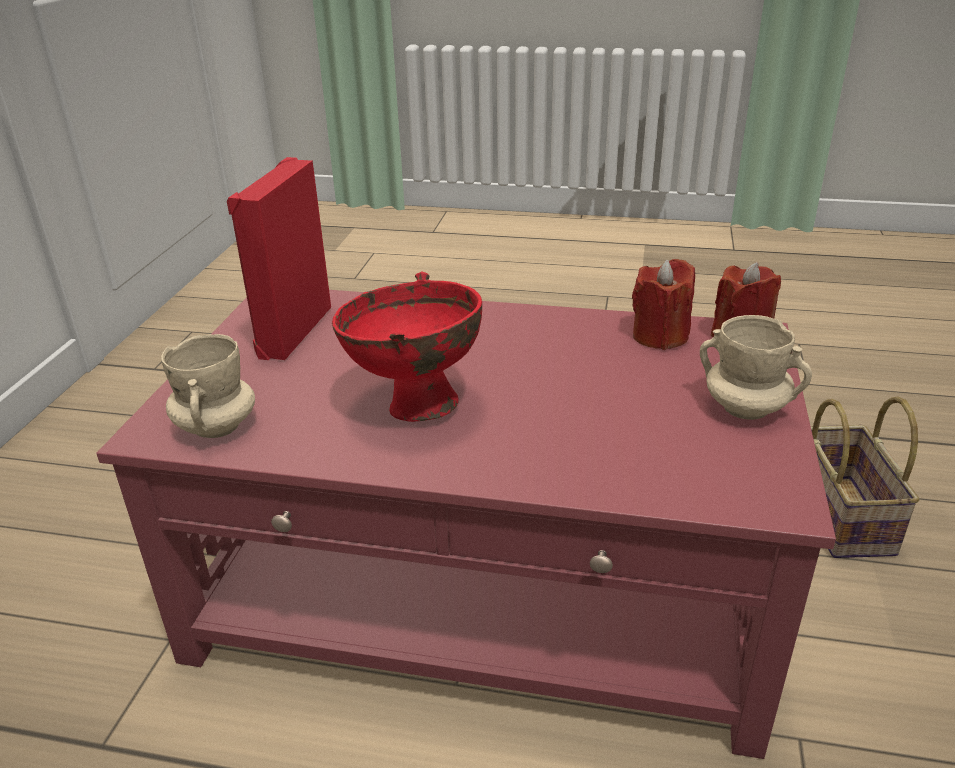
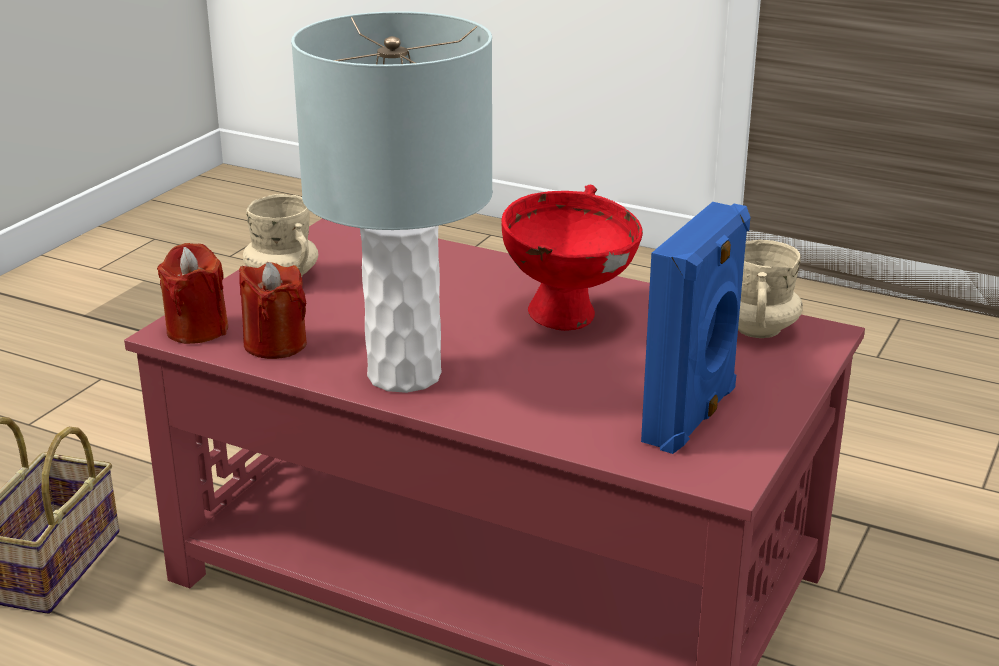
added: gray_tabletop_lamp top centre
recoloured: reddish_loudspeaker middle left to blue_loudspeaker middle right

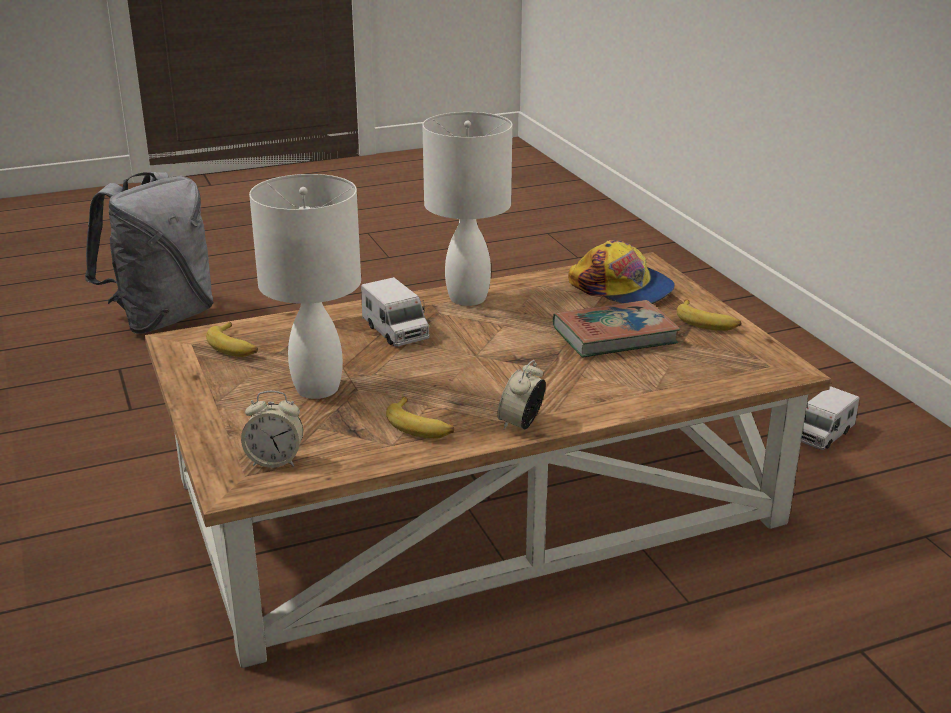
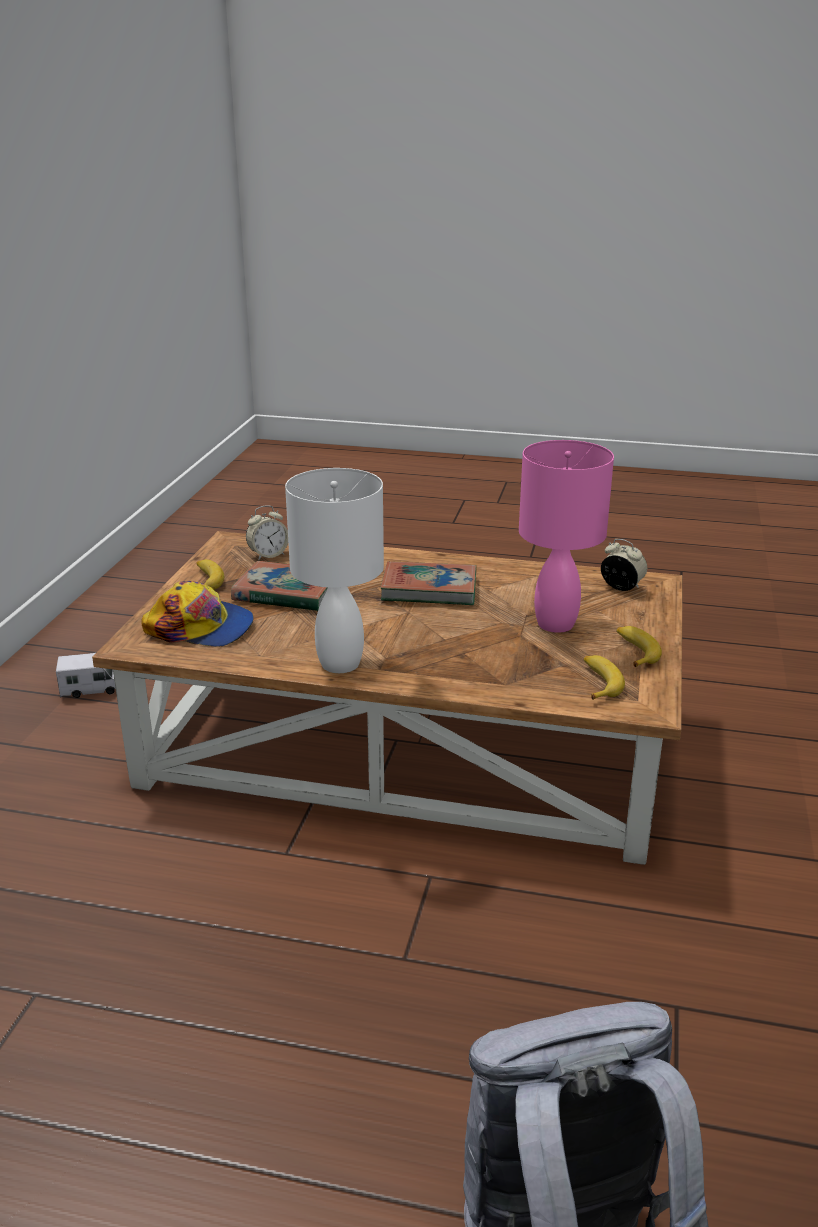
removed: toy_truck (1st from left) centre
added: book (2nd from left) centre
moved: banana_fruit (2nd from left in the first image) centre to banana_fruit (3rd from left) middle right; alarm_clock (2nd from left in the first image) centre to alarm_clock (1st from left) middle left
recoloured: white-coloured_tabletop_lamp (1st from left) middle left to pink-coloured_tabletop_lamp middle right
turned: baseball_cap centre = middle left 120 degrees clockwise

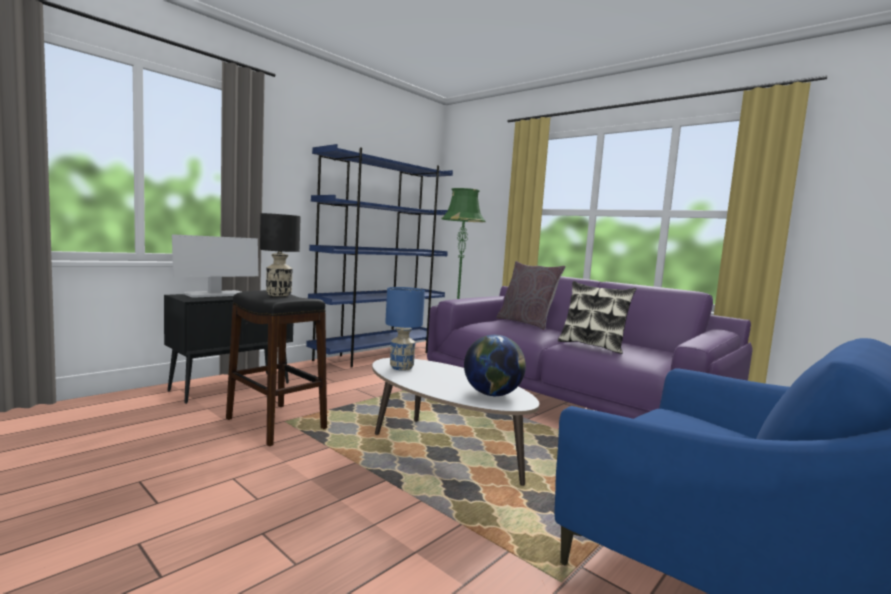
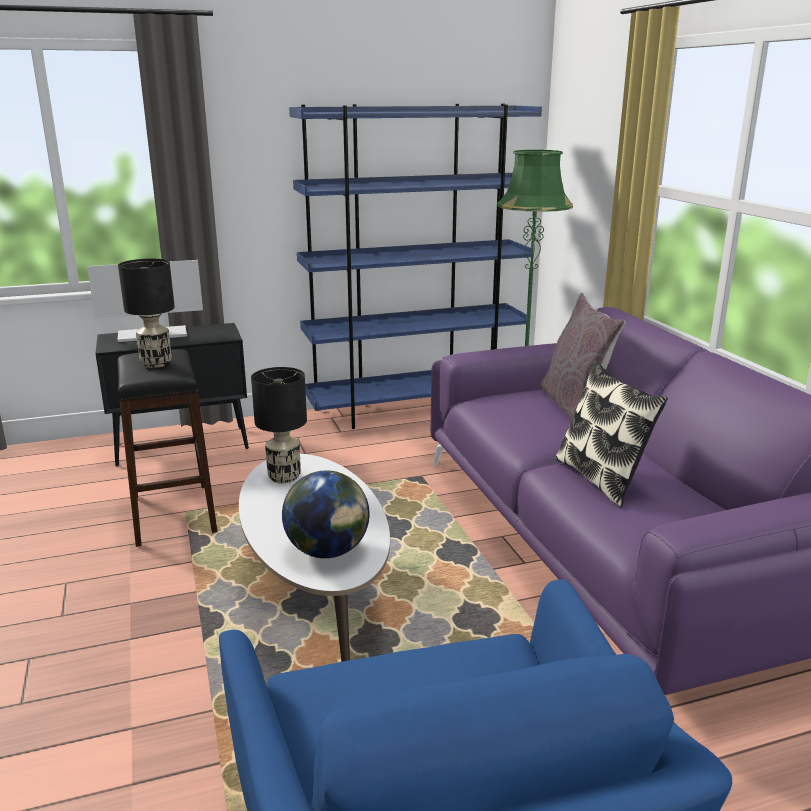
recoloured: blue_tabletop_lamp centre to black_tabletop_lamp (2nd from left) centre

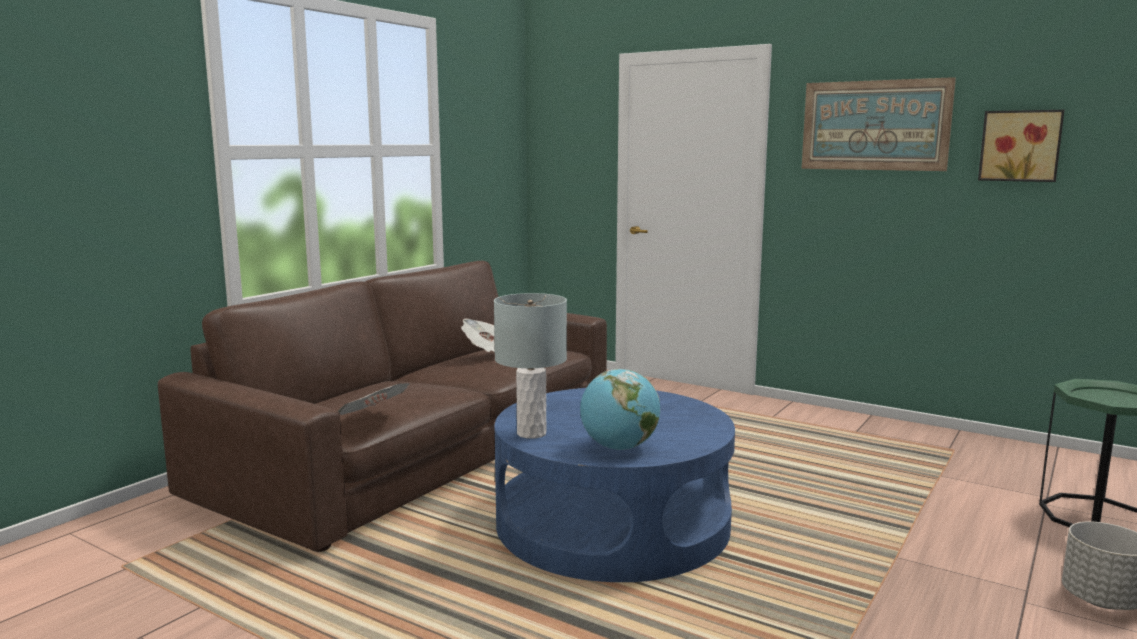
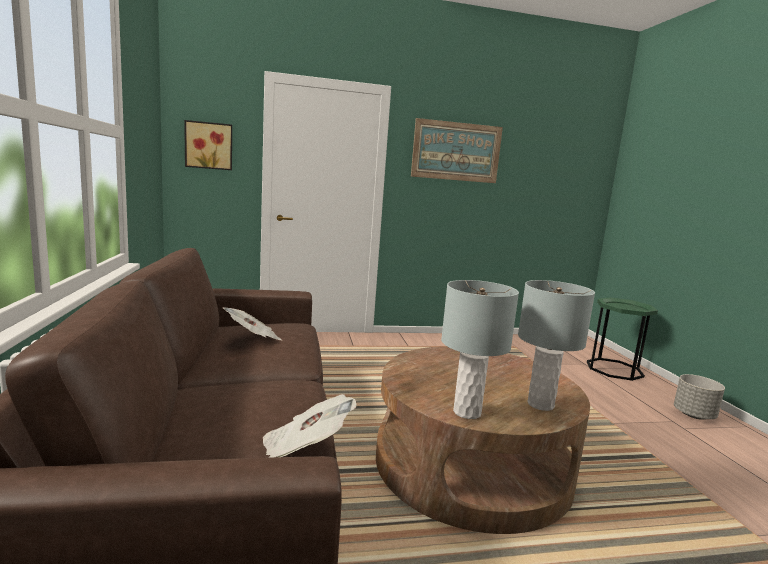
moved: wall_art (2nd from left in the first image) top right to wall_art (1st from left) top left
replaced: world_globe centre to gray_tabletop_lamp (2nd from left) middle right
recoloured: blue_coffee_table bottom centre to brown_coffee_table bottom centre

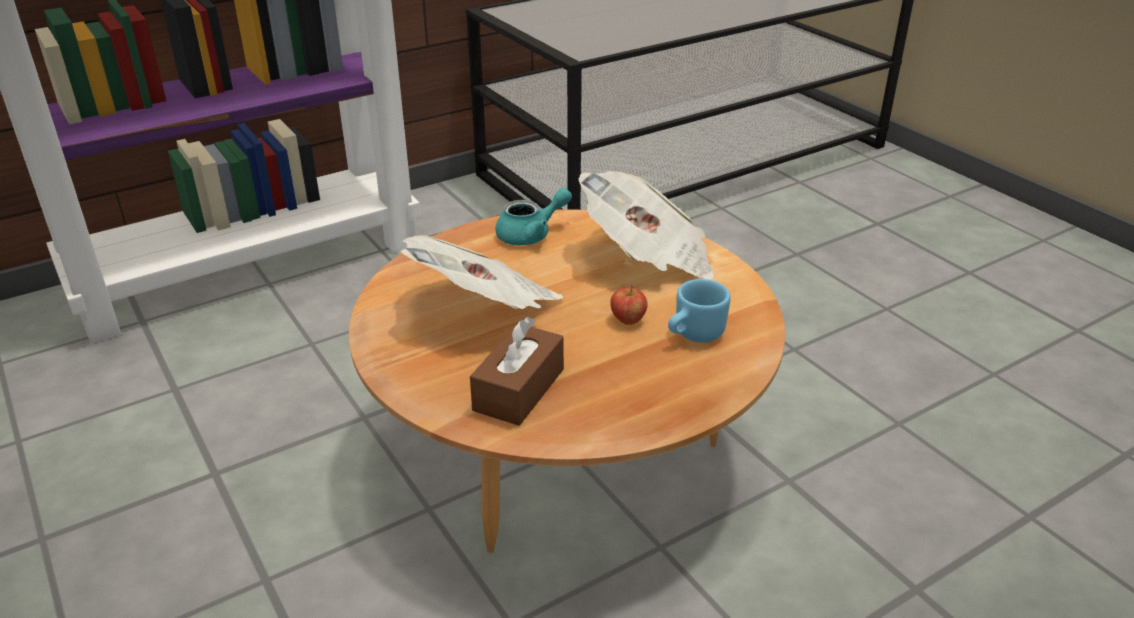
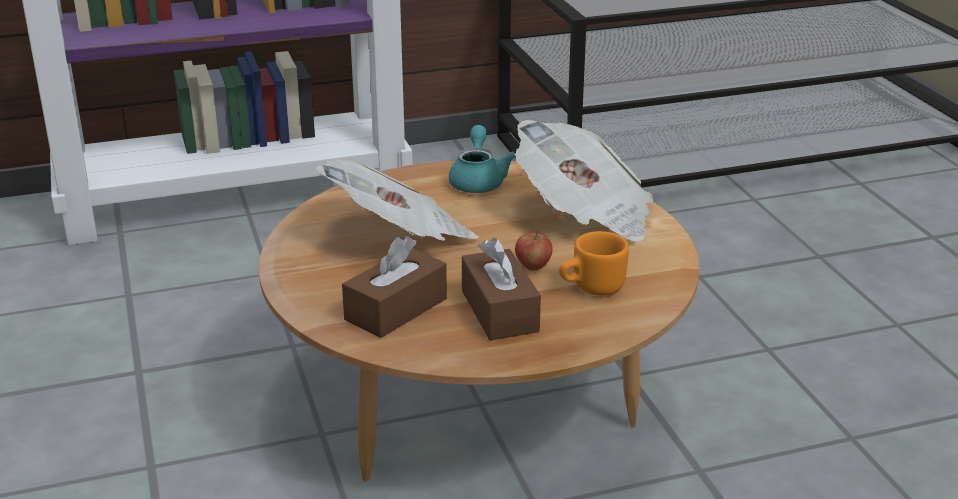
added: brown_box_of_tissues (2nd from left) centre
recoloured: blue_mug centre to orange_mug centre
turned: turquoise-coloured_tea_pot centre = top centre 75 degrees counterclockwise

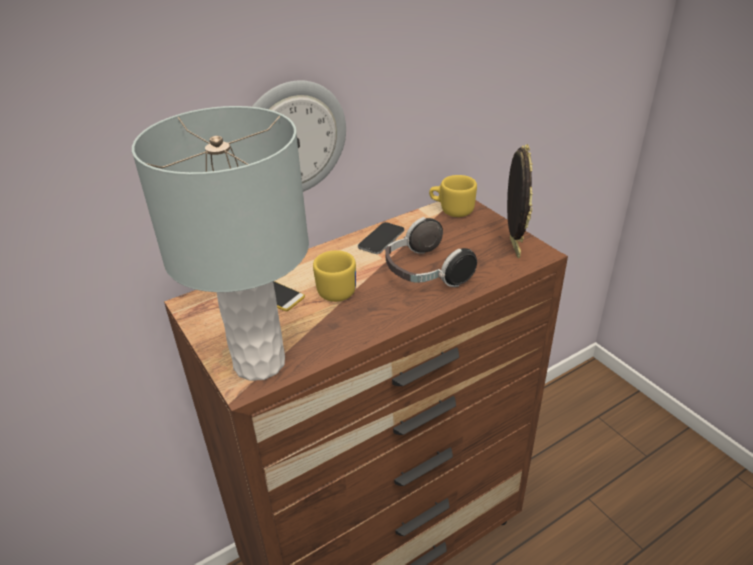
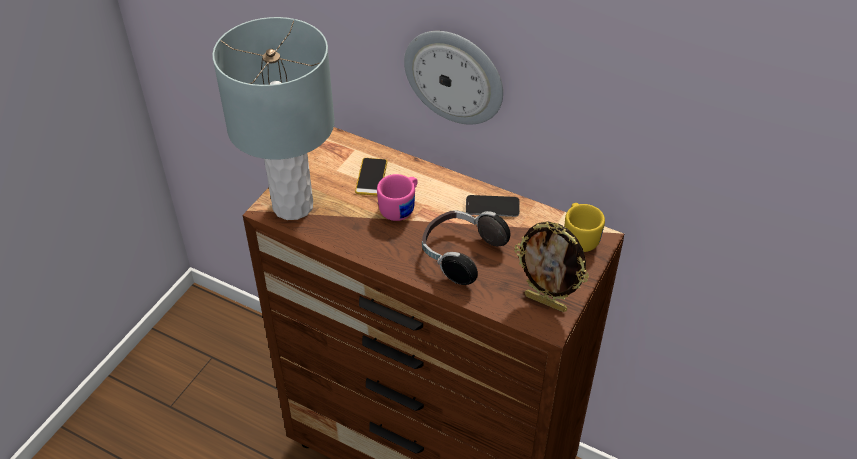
recoloured: yellow-coloured_mug (1st from left) centre to pink-coloured_mug centre
turned: standing_frame middle right = centre 60 degrees clockwise

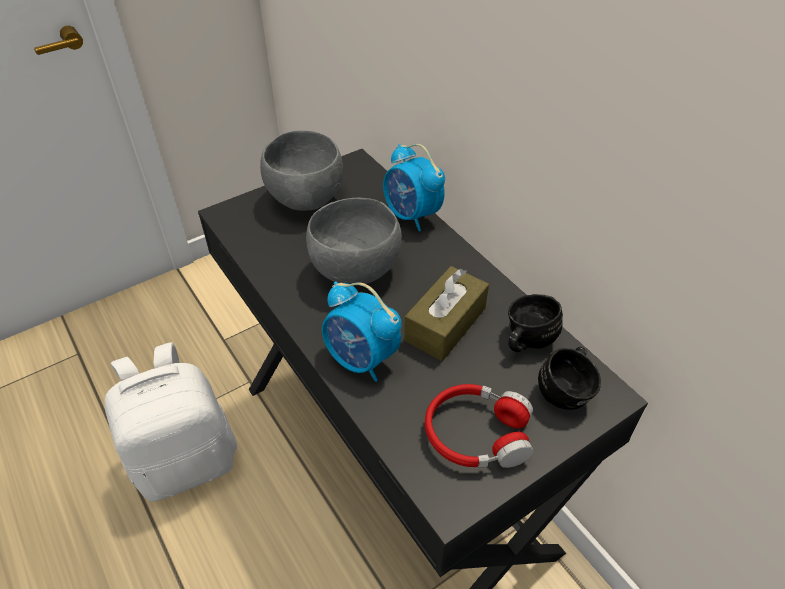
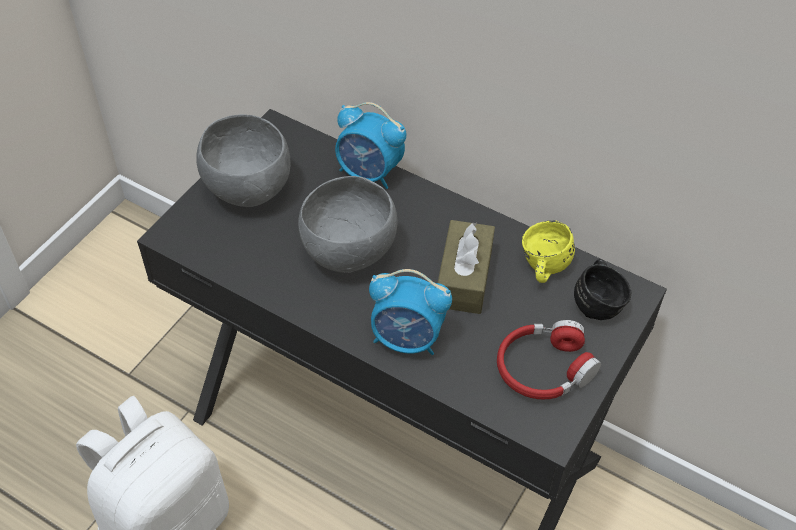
recoloured: black_mug (1st from left) middle right to yellow-coloured_mug middle right

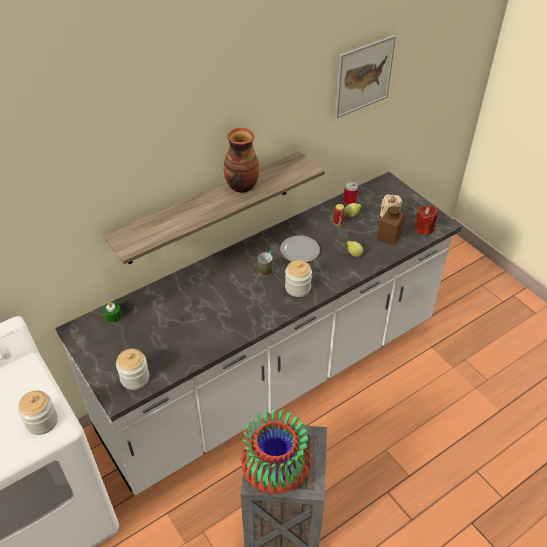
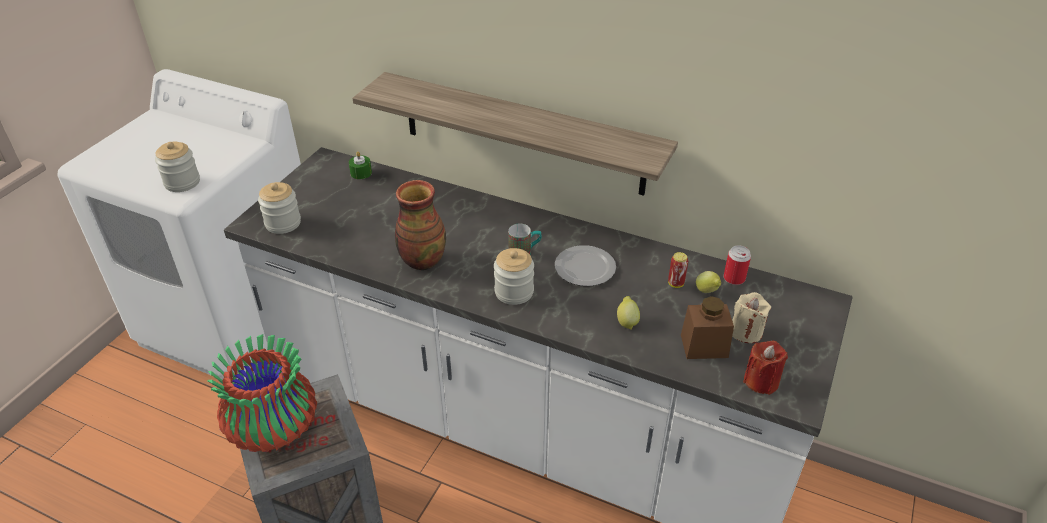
removed: wall_art top right
moved: vase (1st from left in the first image) top centre to vase (2nd from left) centre

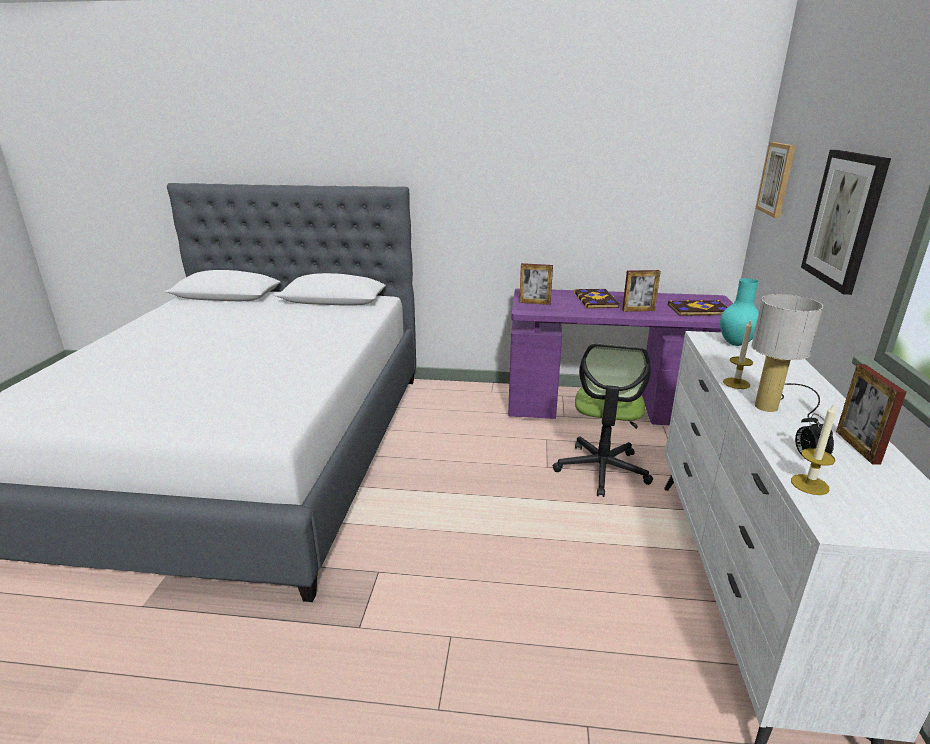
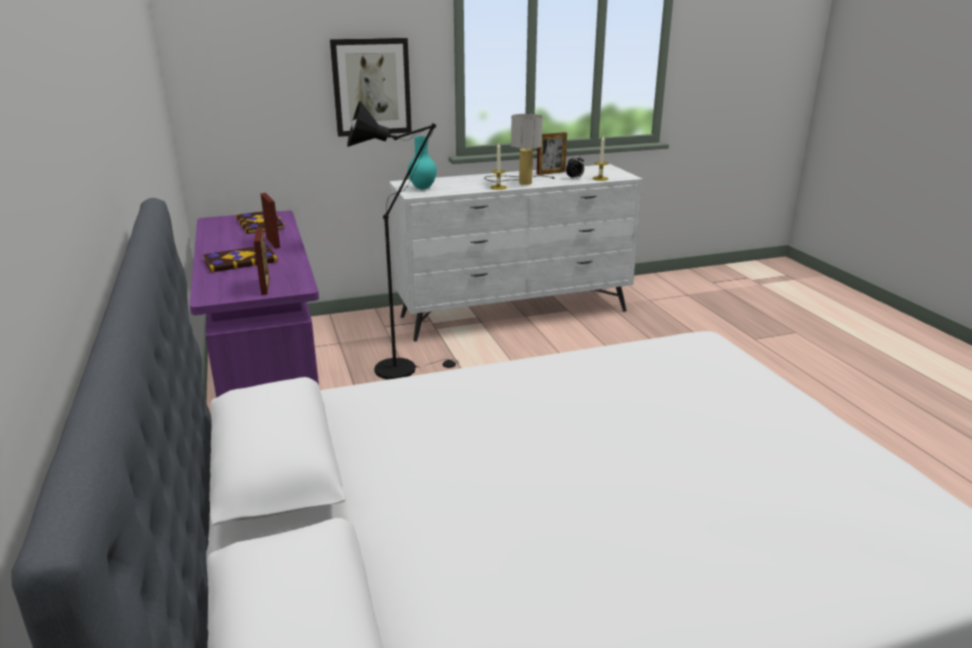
removed: wall_art (1st from left) top right
replaced: desk_chair centre to black_standard_lamp centre

